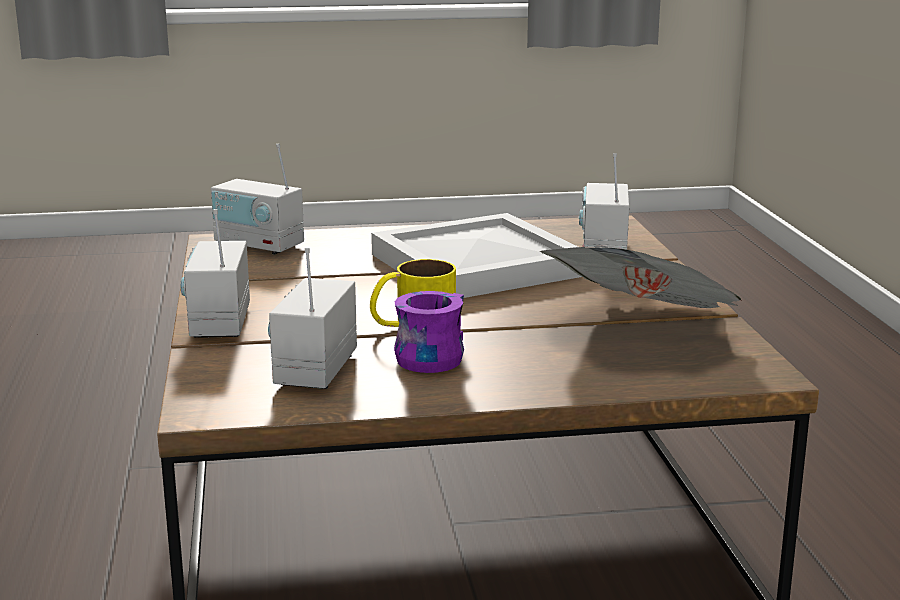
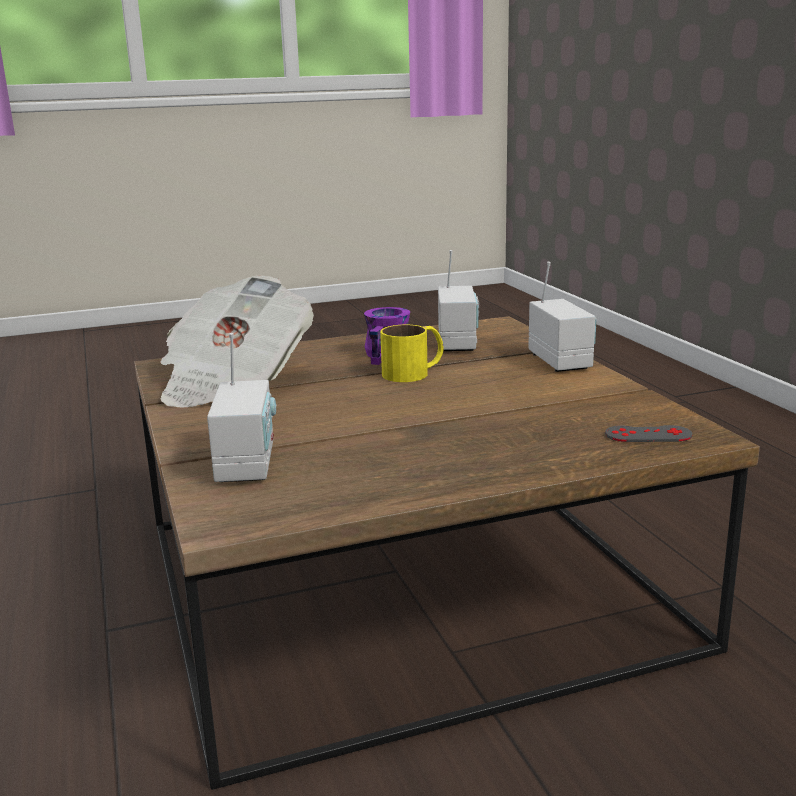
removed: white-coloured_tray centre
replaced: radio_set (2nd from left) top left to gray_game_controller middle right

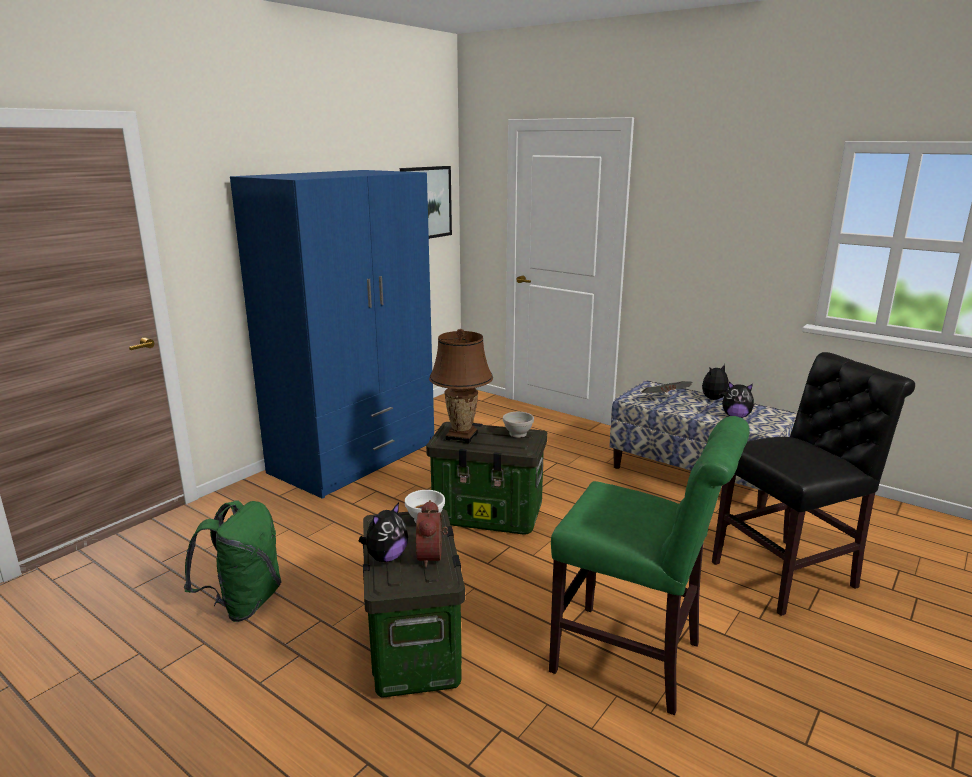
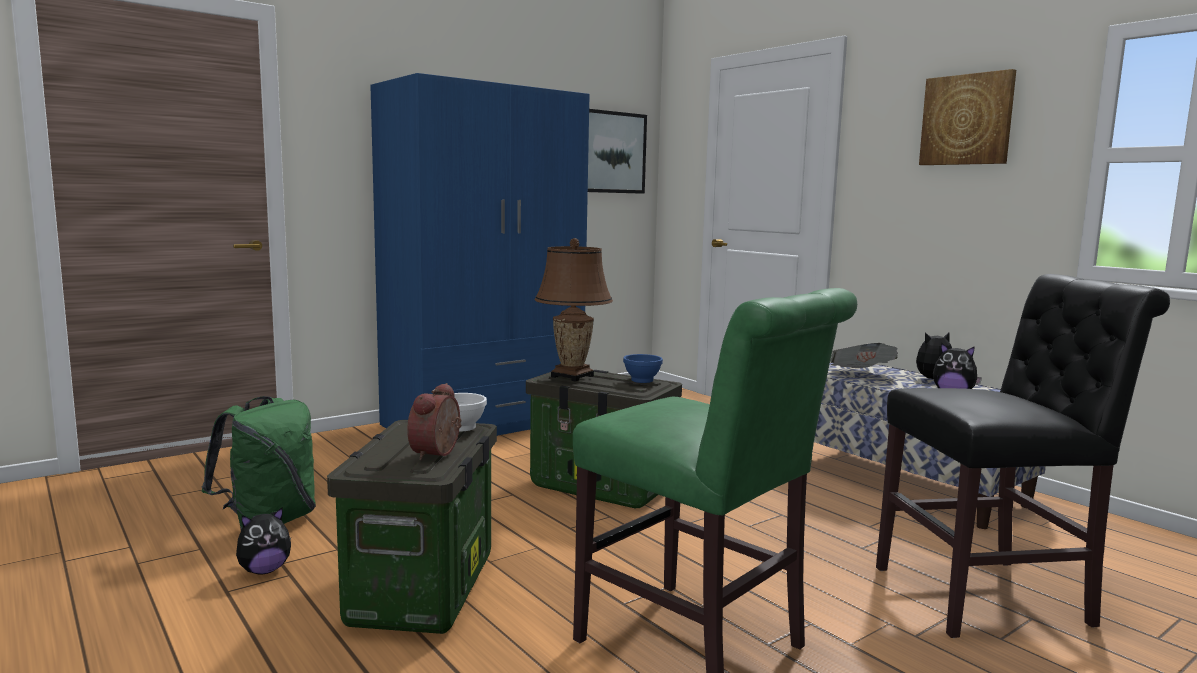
added: wall_art (2nd from left) top right
moved: soft_toy (1st from left) bottom centre to bottom left
recoloured: white-coloured_bowl (2nd from left) centre to blue_bowl centre

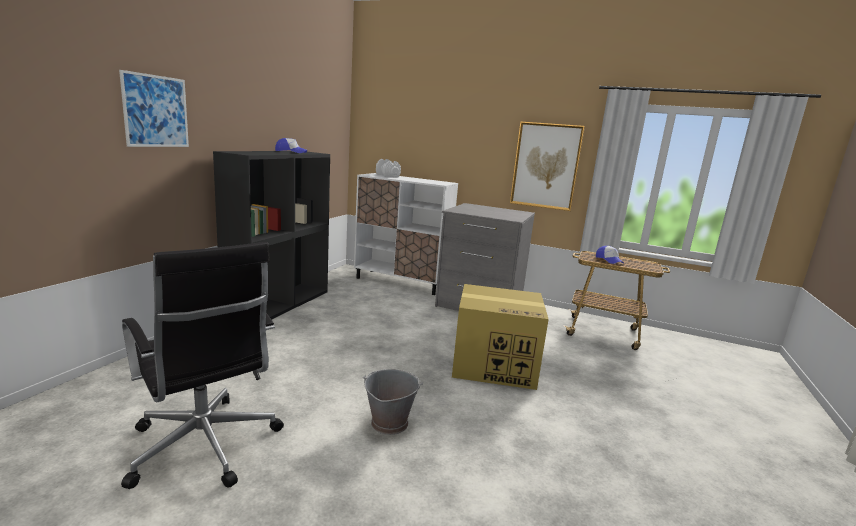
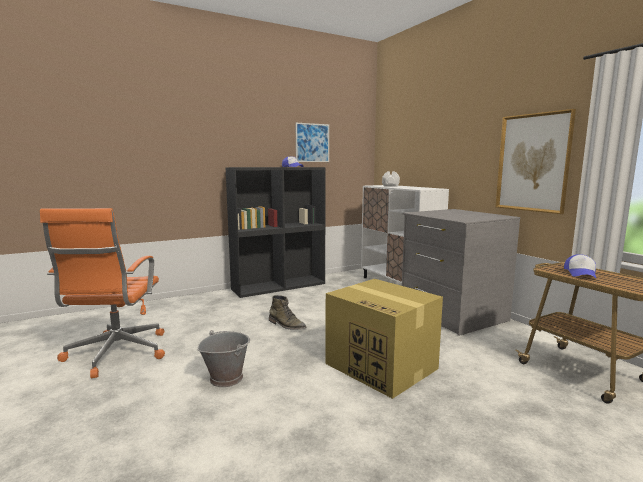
added: green-coloured_high-top_boot centre
moved: wall_art (1st from left) top left to top centre
recoloured: black_desk_chair bottom left to orange_desk_chair middle left

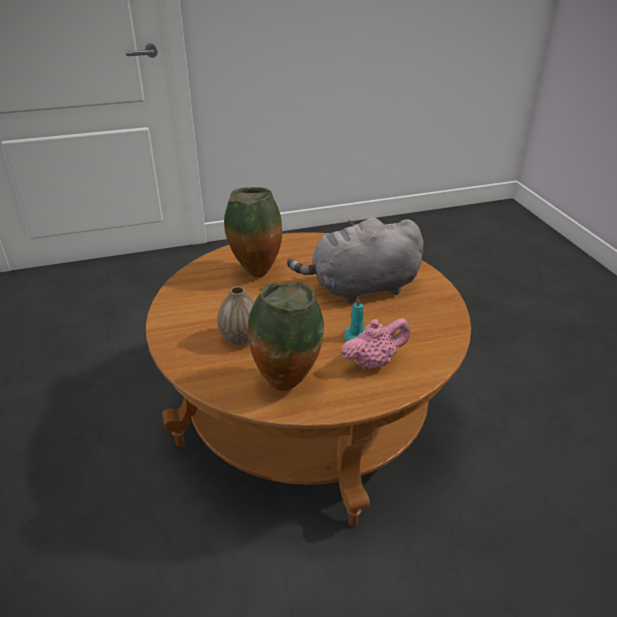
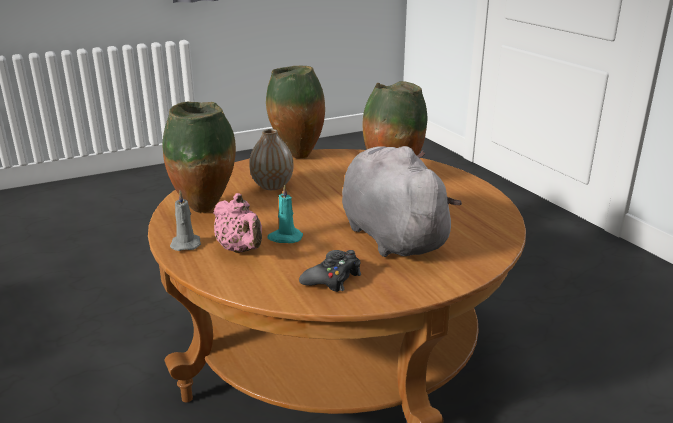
added: gray_candle middle left; vase (3rd from left) top centre; black_game_controller centre

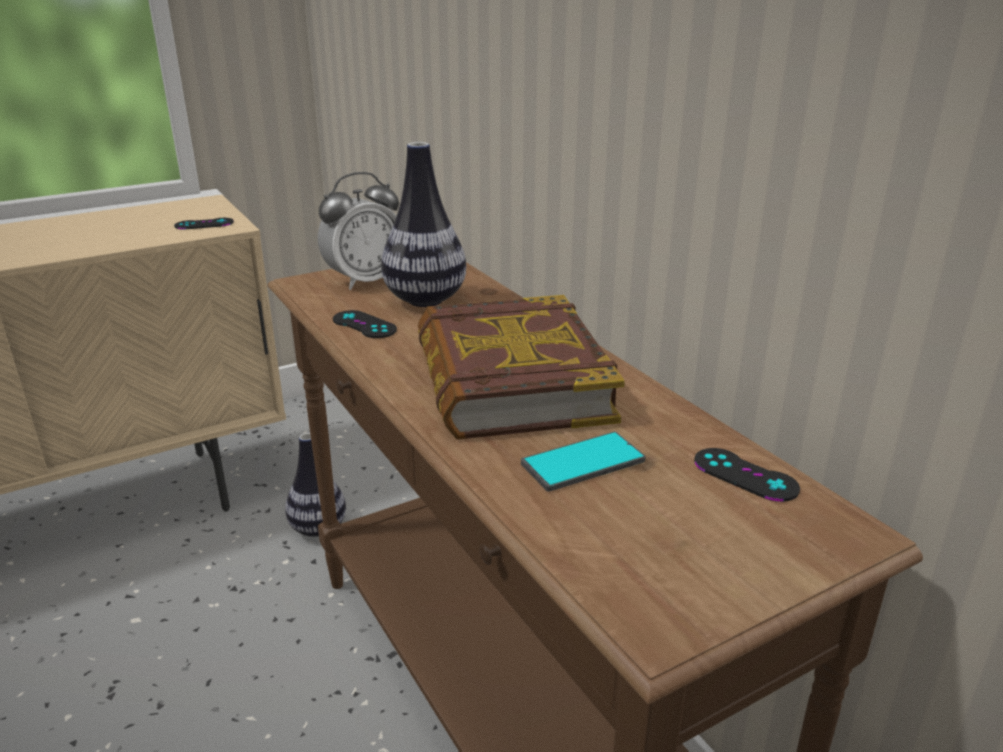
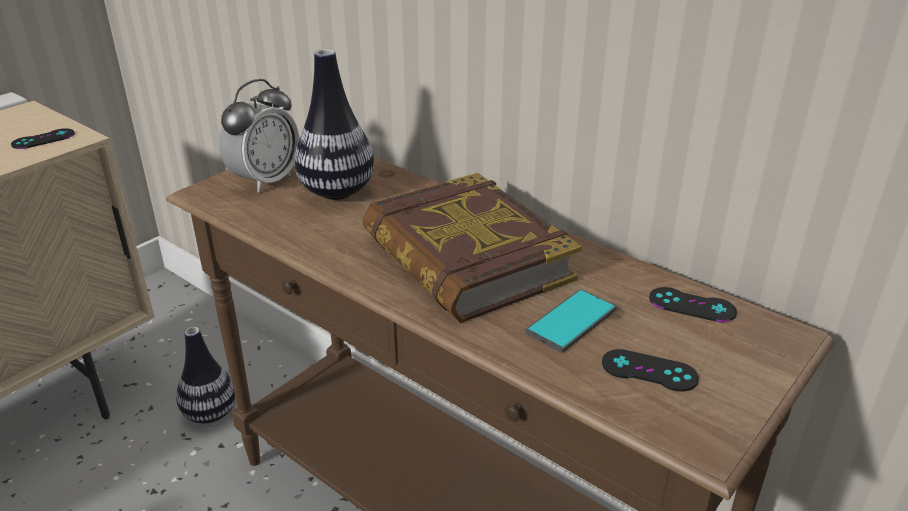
moved: black_game_controller (2nd from left) centre to bottom right

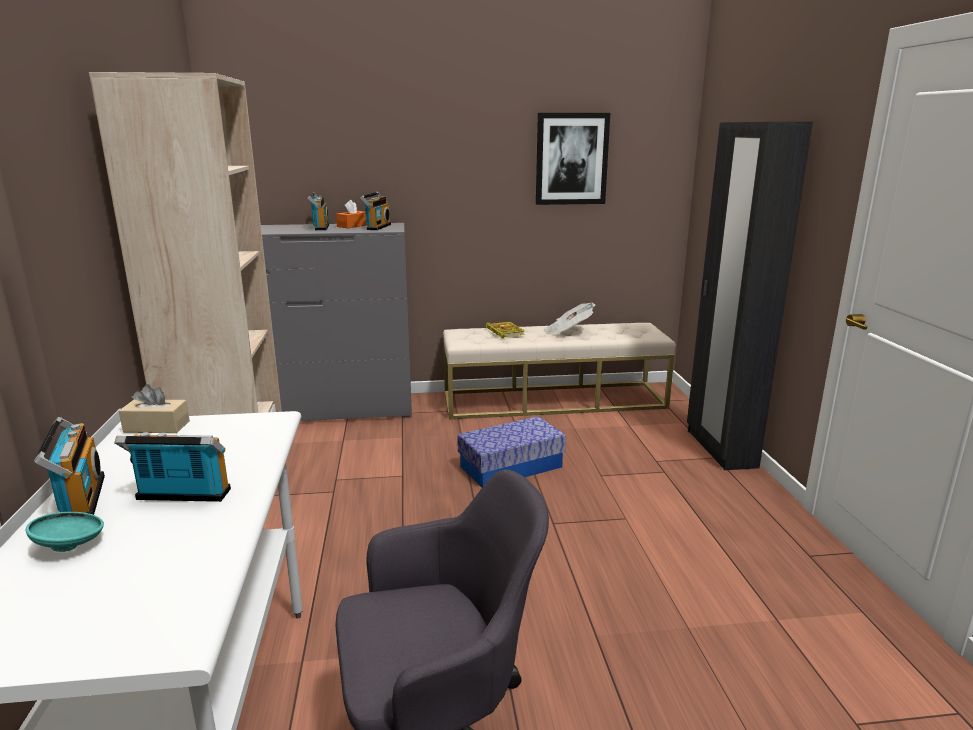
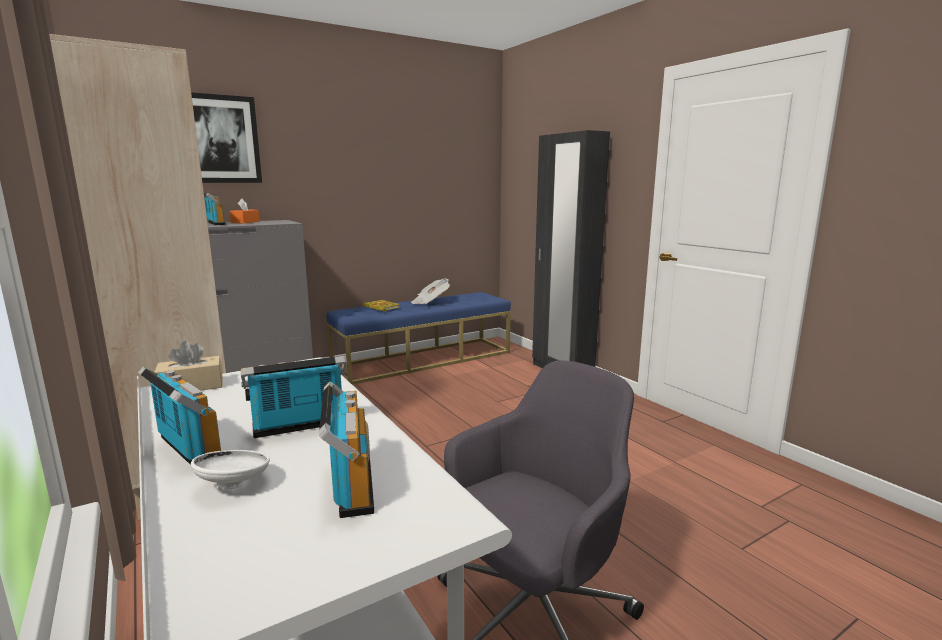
removed: storage_container centre
moved: radio_set (4th from left) top centre to bottom centre; wall_art top centre to top left
recoloured: turquoise-coloured_bowl bottom left to white-coloured_bowl bottom left; sand-coloured_bench centre to blue_bench centre

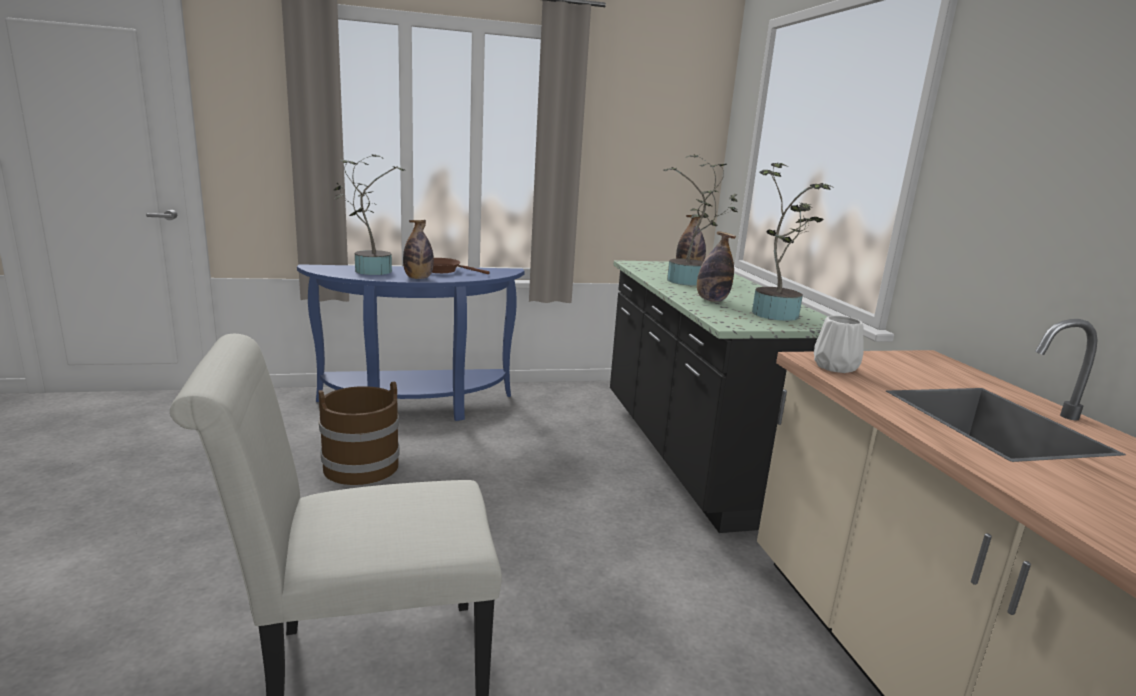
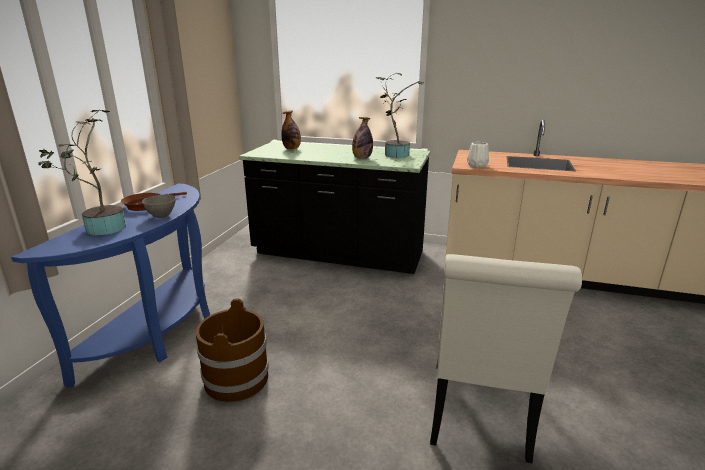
removed: potted_plant (2nd from left) top centre
replaced: beverage_bottle (1st from left) centre to gray_bowl middle left

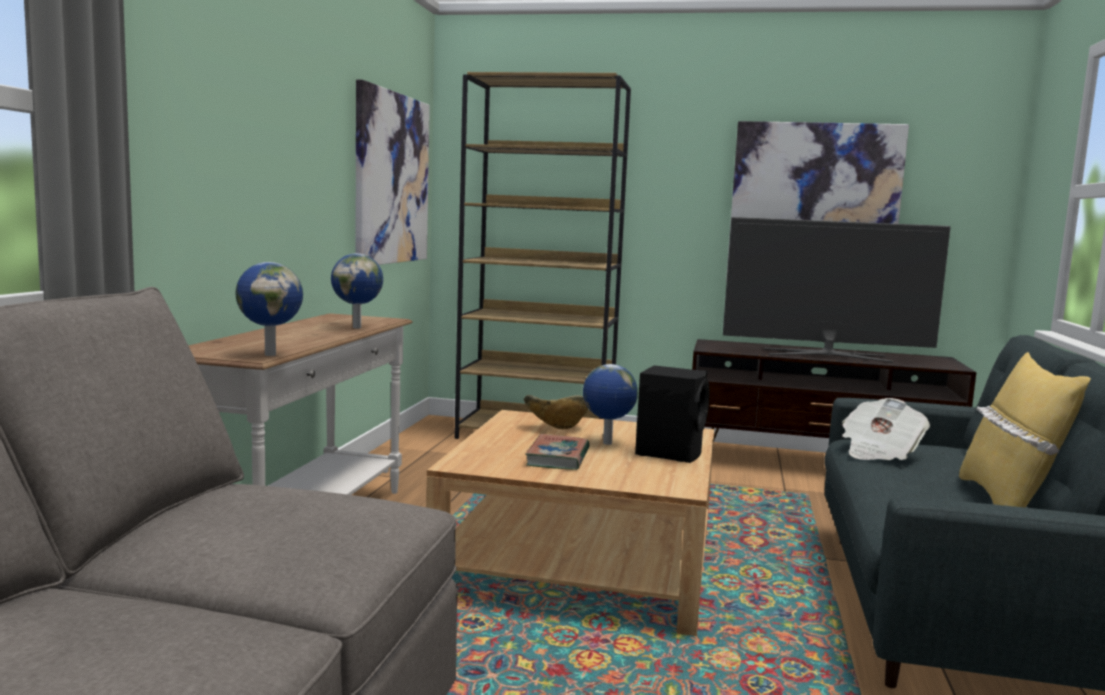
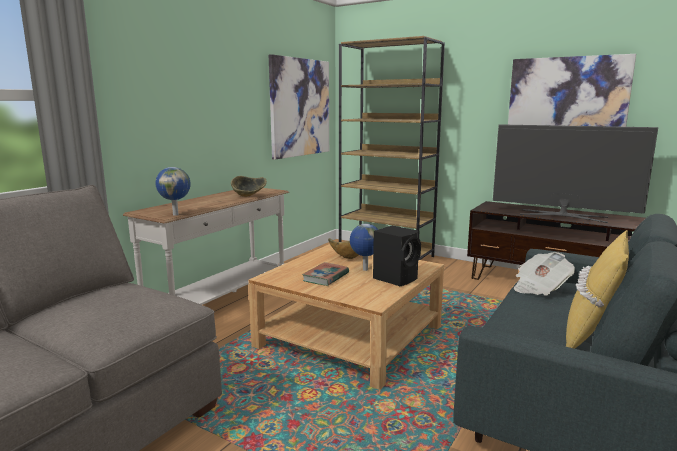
replaced: world_globe (2nd from left) middle left to bowl (1st from left) centre

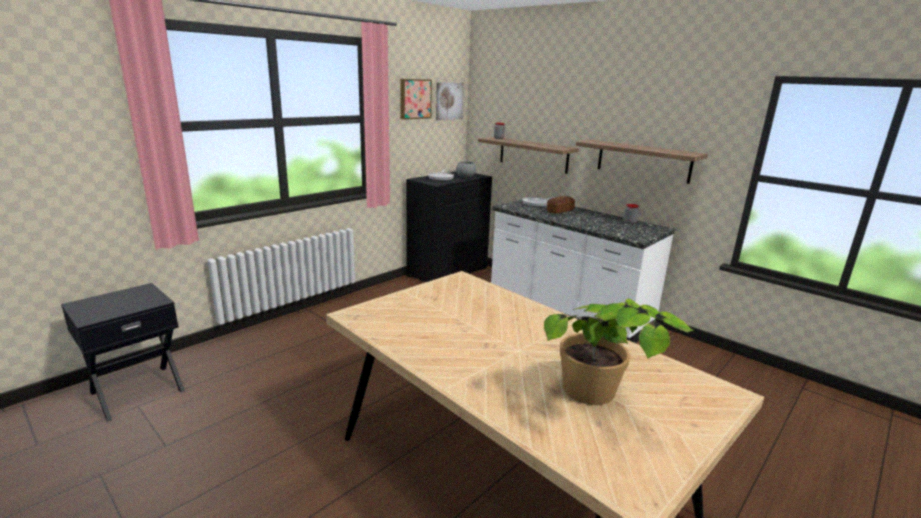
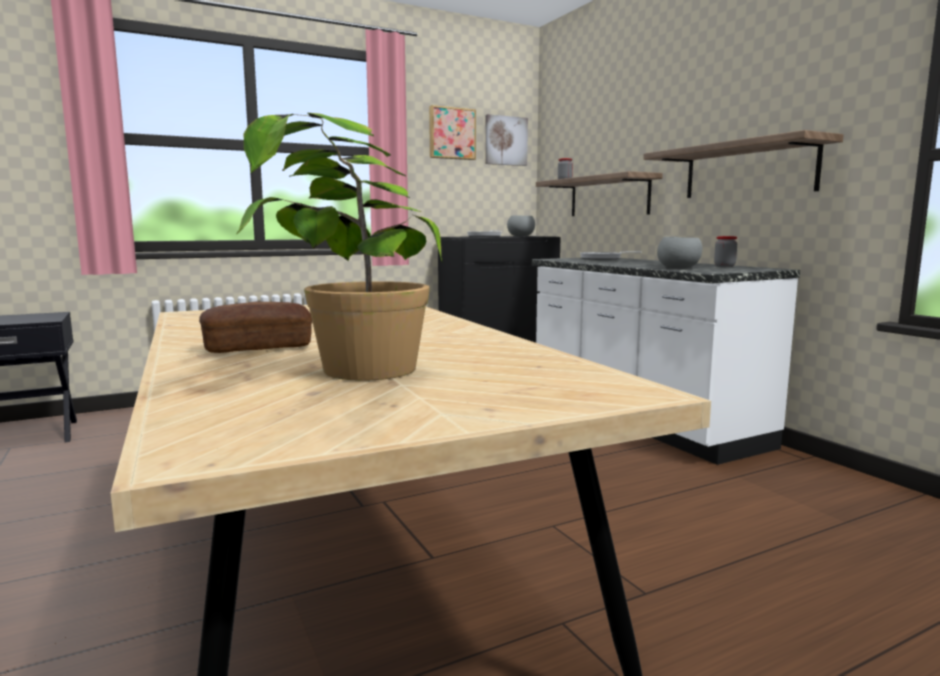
added: gray_bowl (2nd from left) middle right
moved: bakery_bread centre to middle left

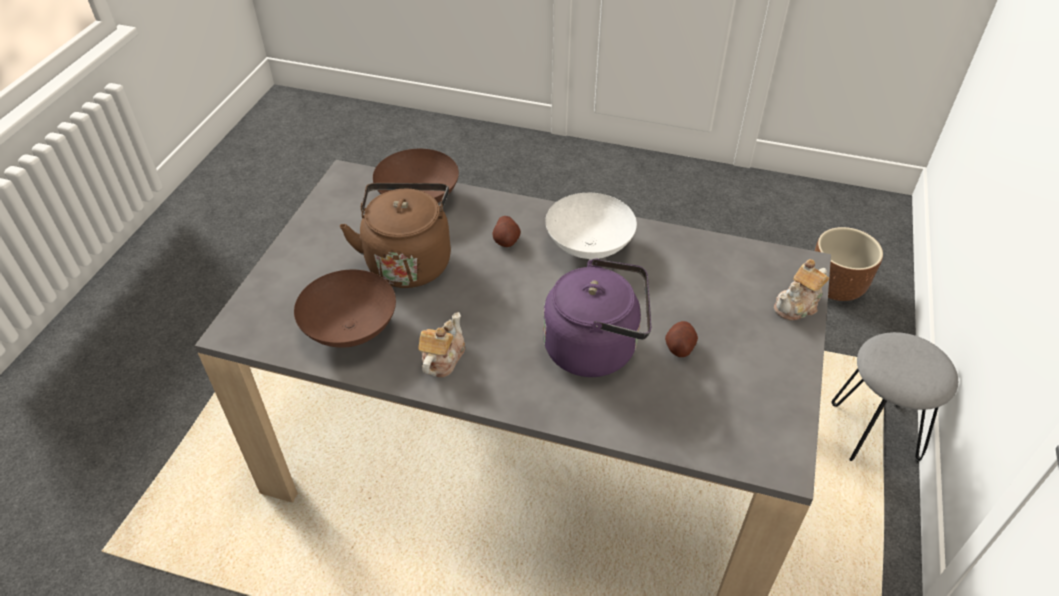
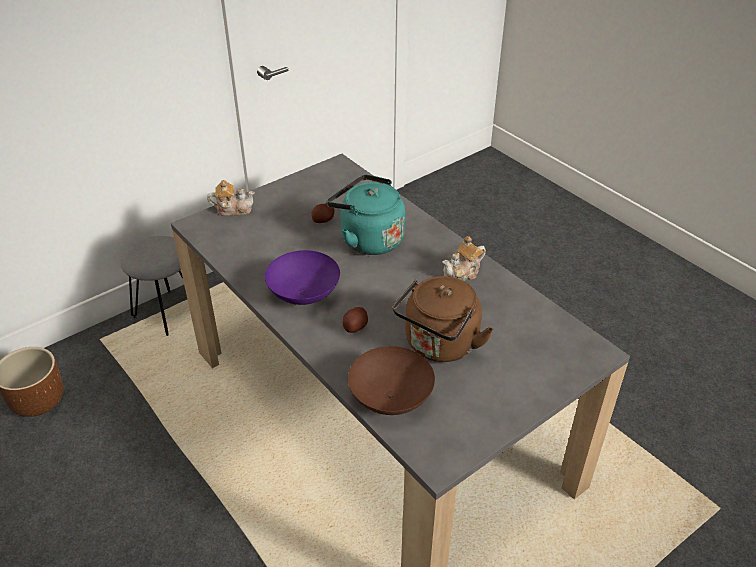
removed: brown_bowl (1st from left) middle left
recoloured: purple_kettle centre to turquoise-coloured_kettle centre; white-coloured_bowl centre to purple_bowl centre

